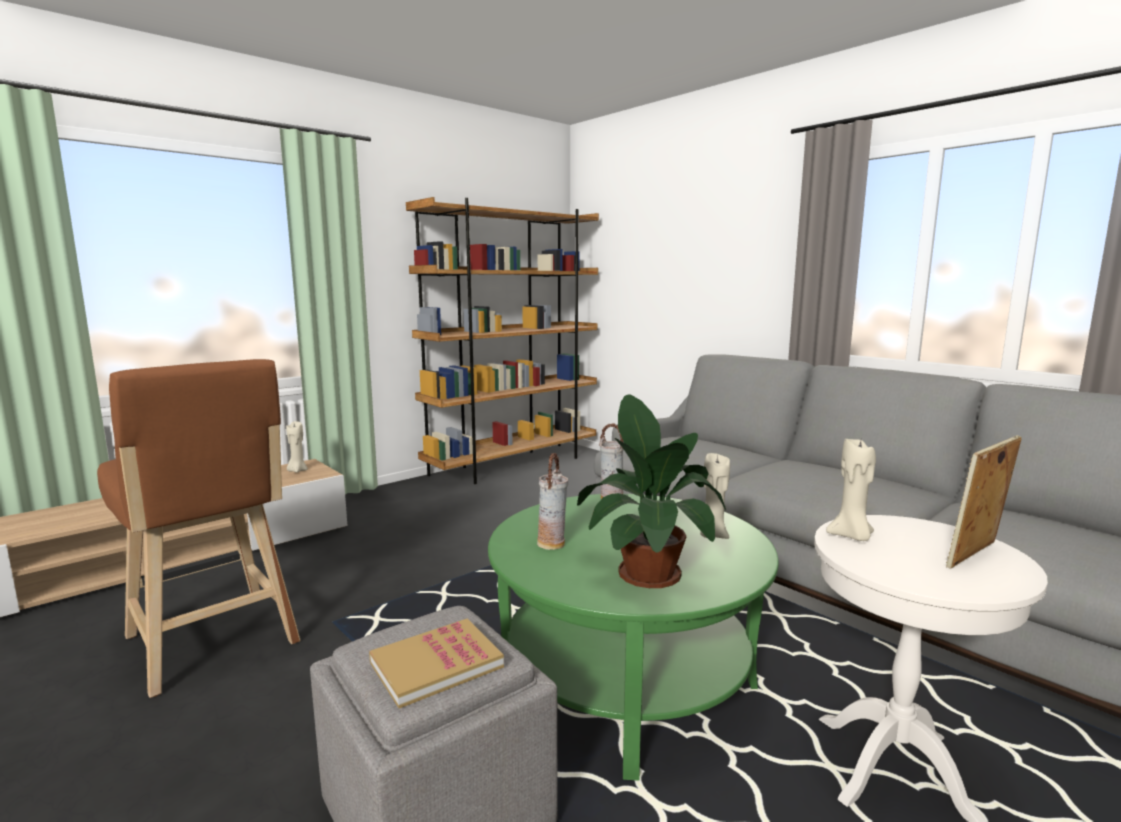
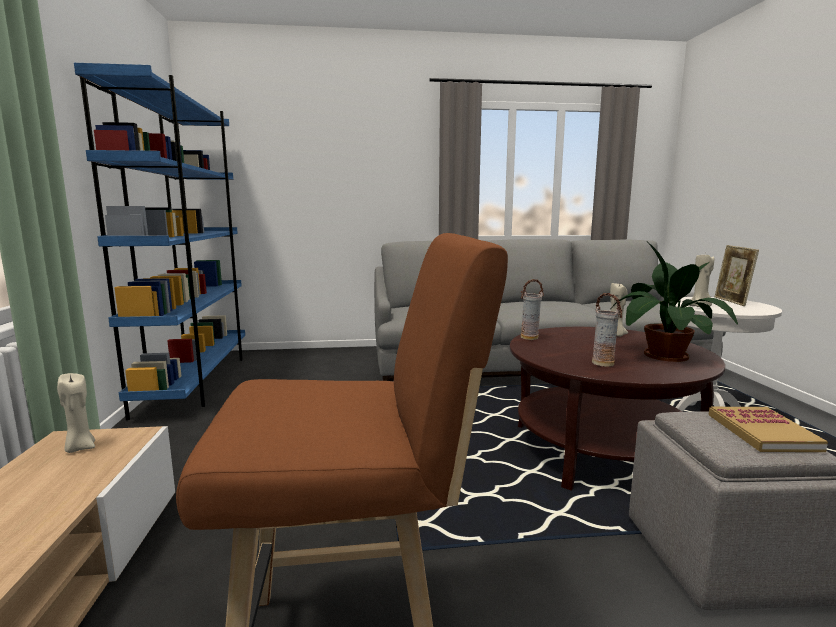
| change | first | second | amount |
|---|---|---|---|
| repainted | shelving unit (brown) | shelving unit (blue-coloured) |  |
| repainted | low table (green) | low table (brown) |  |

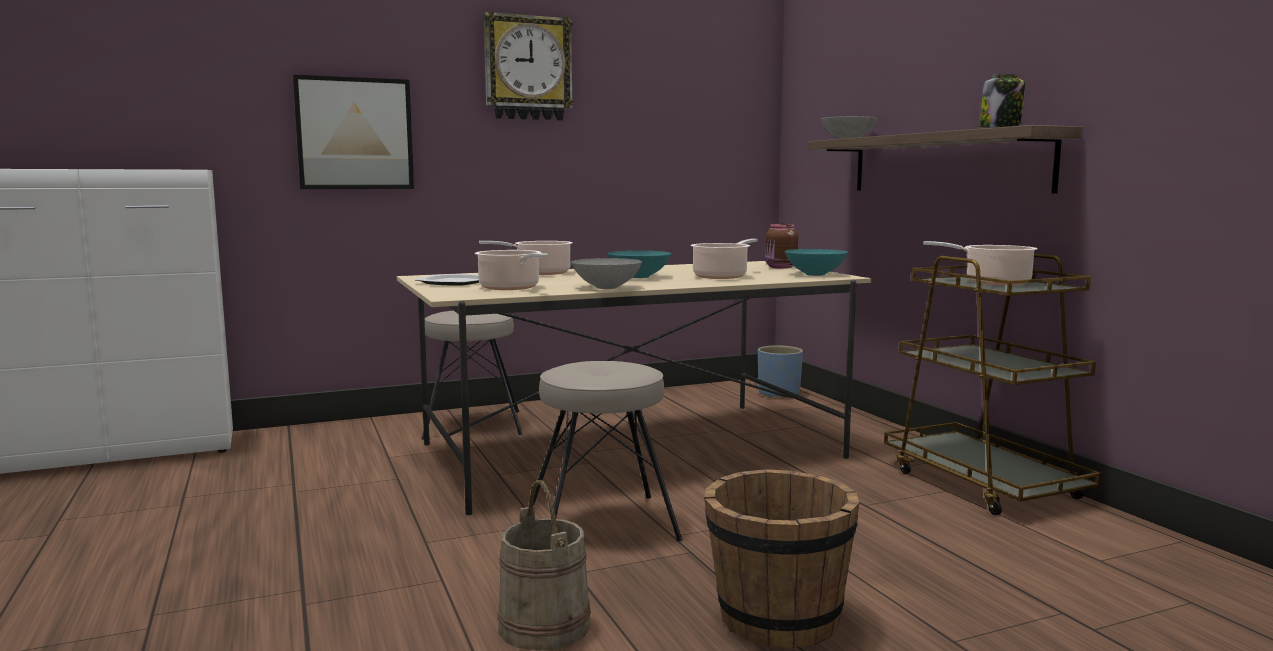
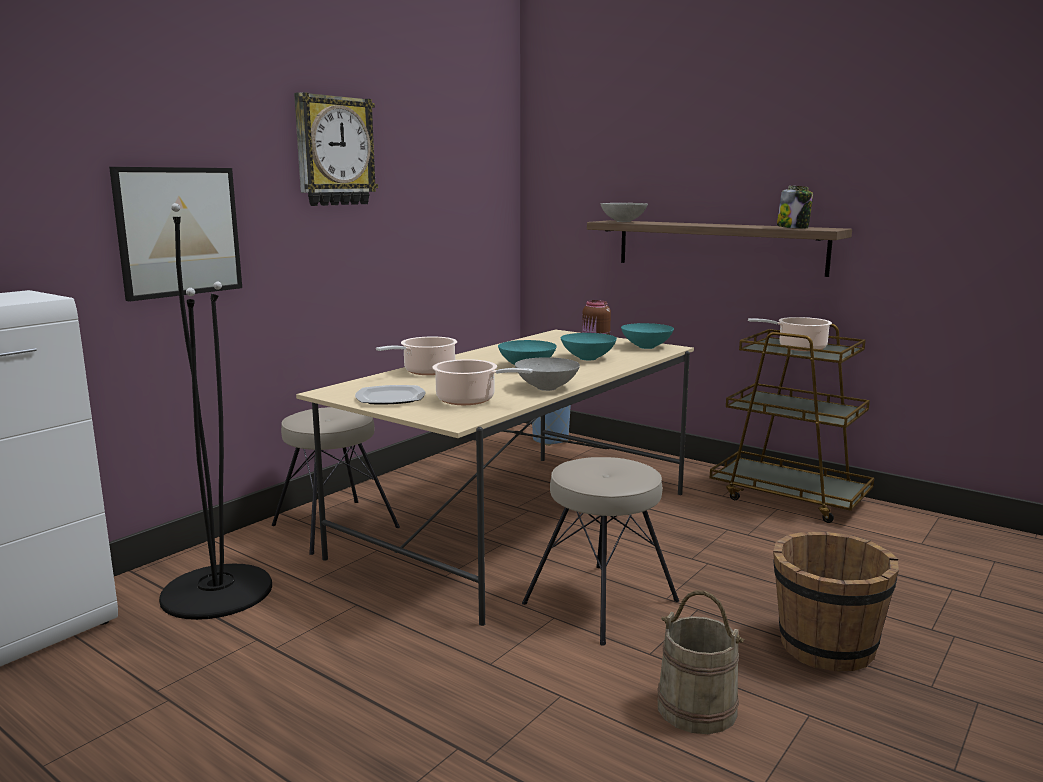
| change | first | second | amount |
|---|---|---|---|
| new |  | standing lamp (black-coloured) |  |
| swapped | saucepot (no. 3 from left) | bowl (turquoise-coloured) (no. 2 from left) |  |

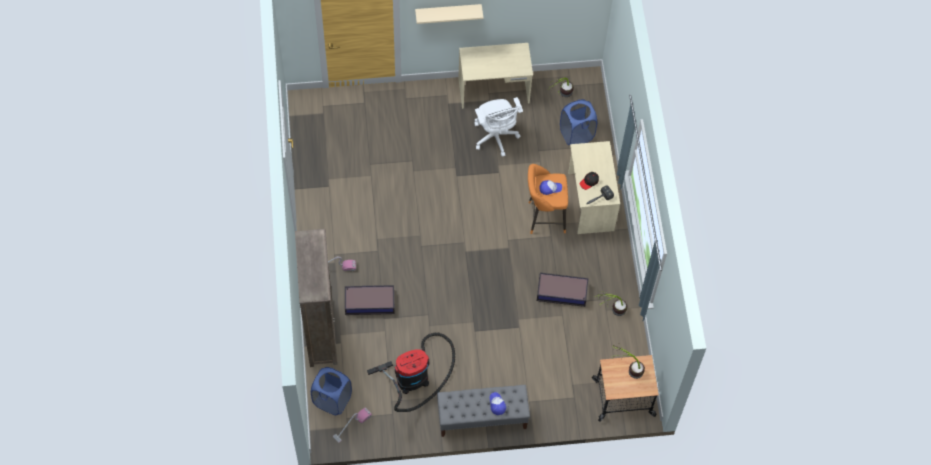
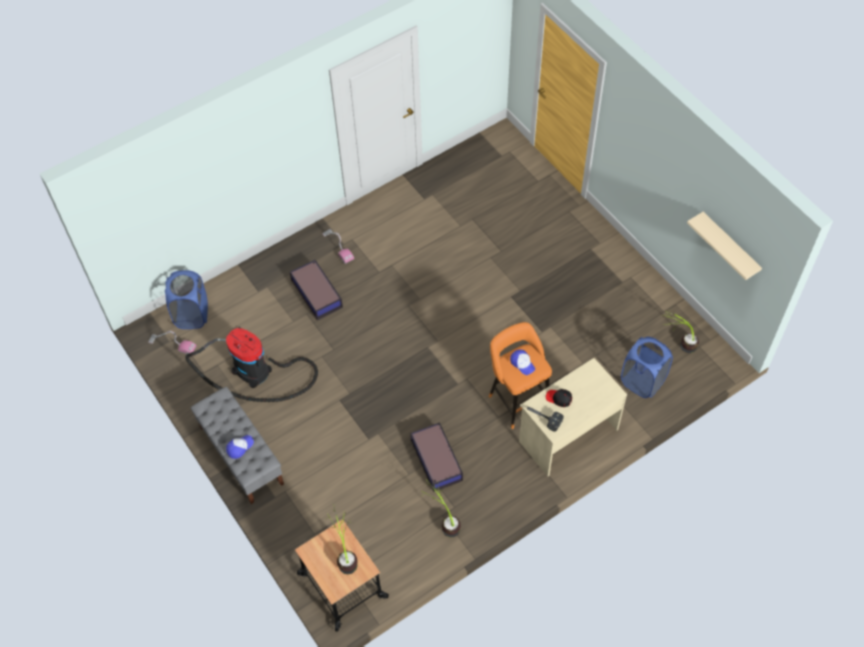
| change | first | second | amount |
|---|---|---|---|
| gone | shelving unit (brown) |  |  |
| gone | desk table (beige) (no. 1 from left) |  |  |
| gone | office chair (white) |  |  |
| shifted | bracket shelf (beige) |  |  |

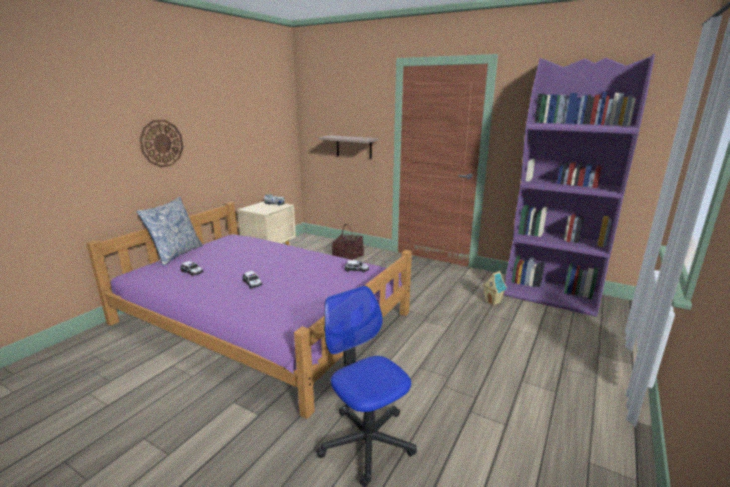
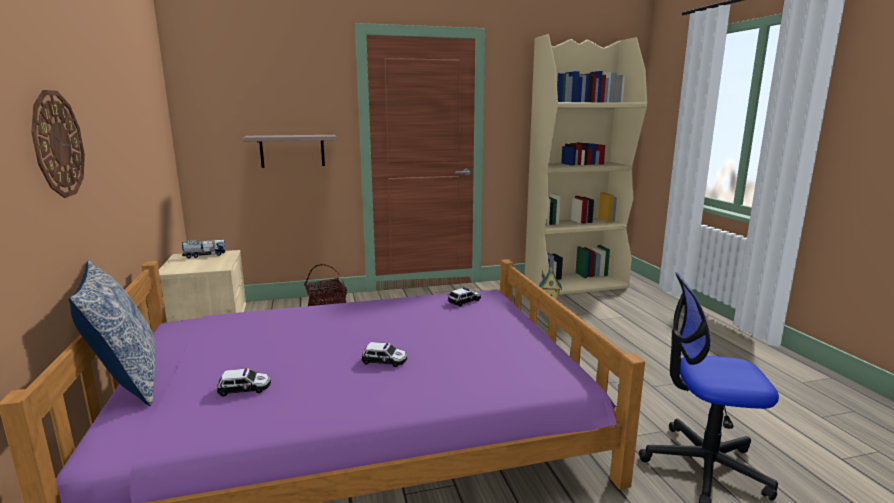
| change | first | second | amount |
|---|---|---|---|
| repainted | shelving unit (purplish) | shelving unit (beige) |  |

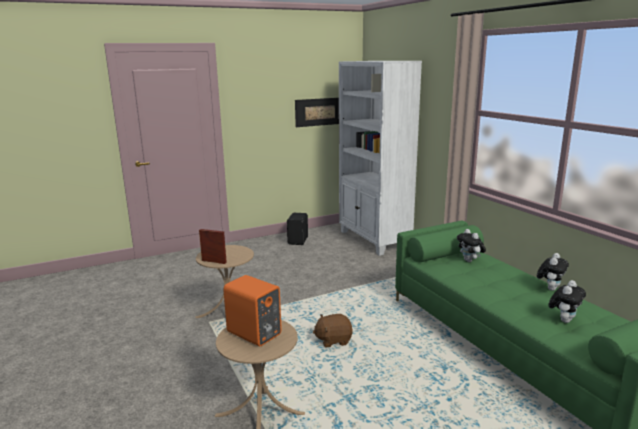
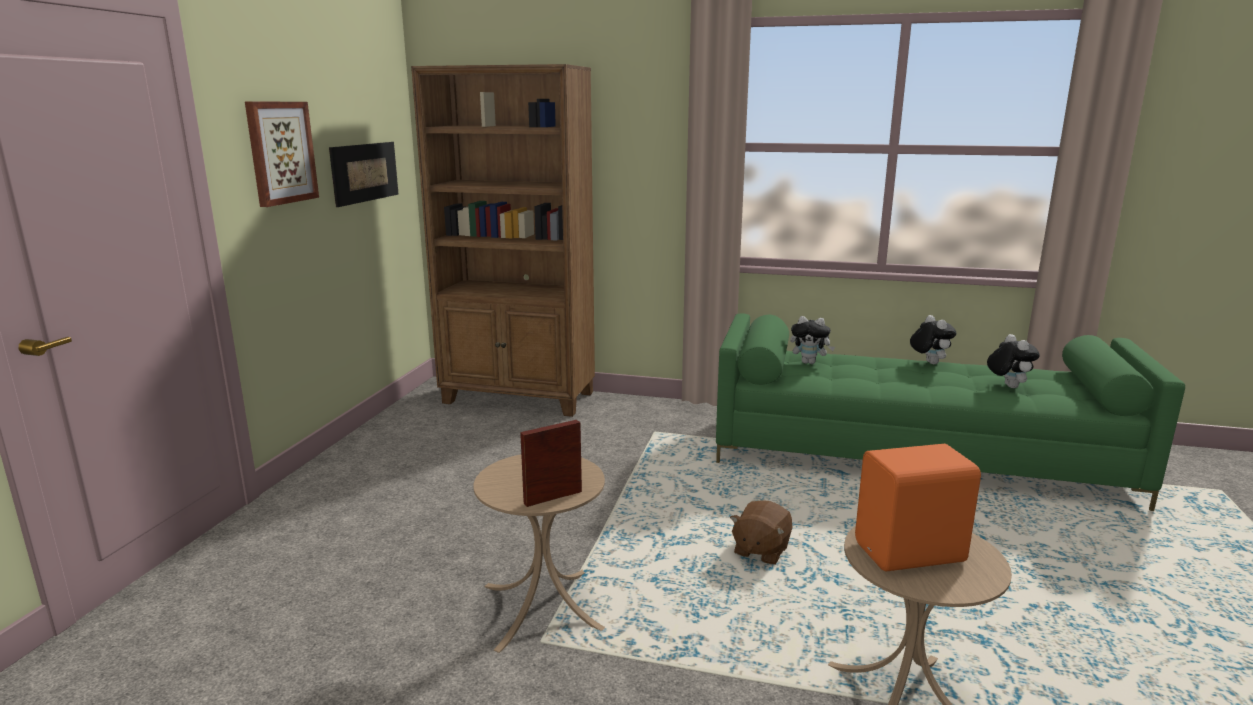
| change | first | second | amount |
|---|---|---|---|
| gone | loudspeaker (black-coloured) |  |  |
| new |  | wall picture (no. 1 from left) |  |
| repainted | shelving unit (white) | shelving unit (brown) |  |

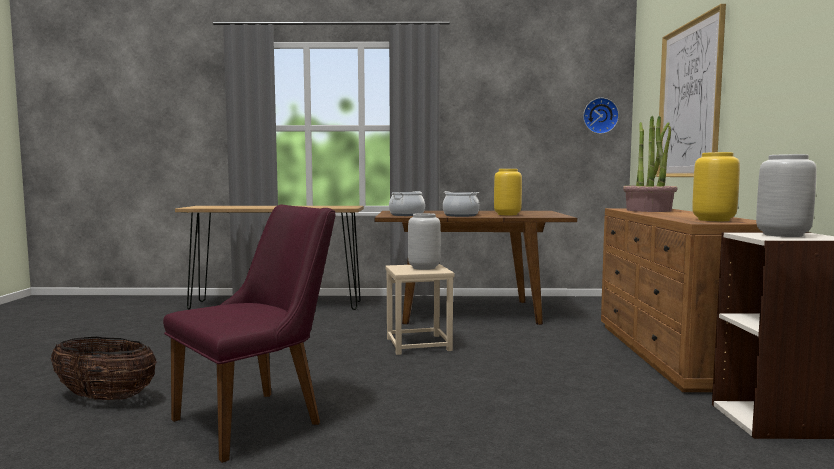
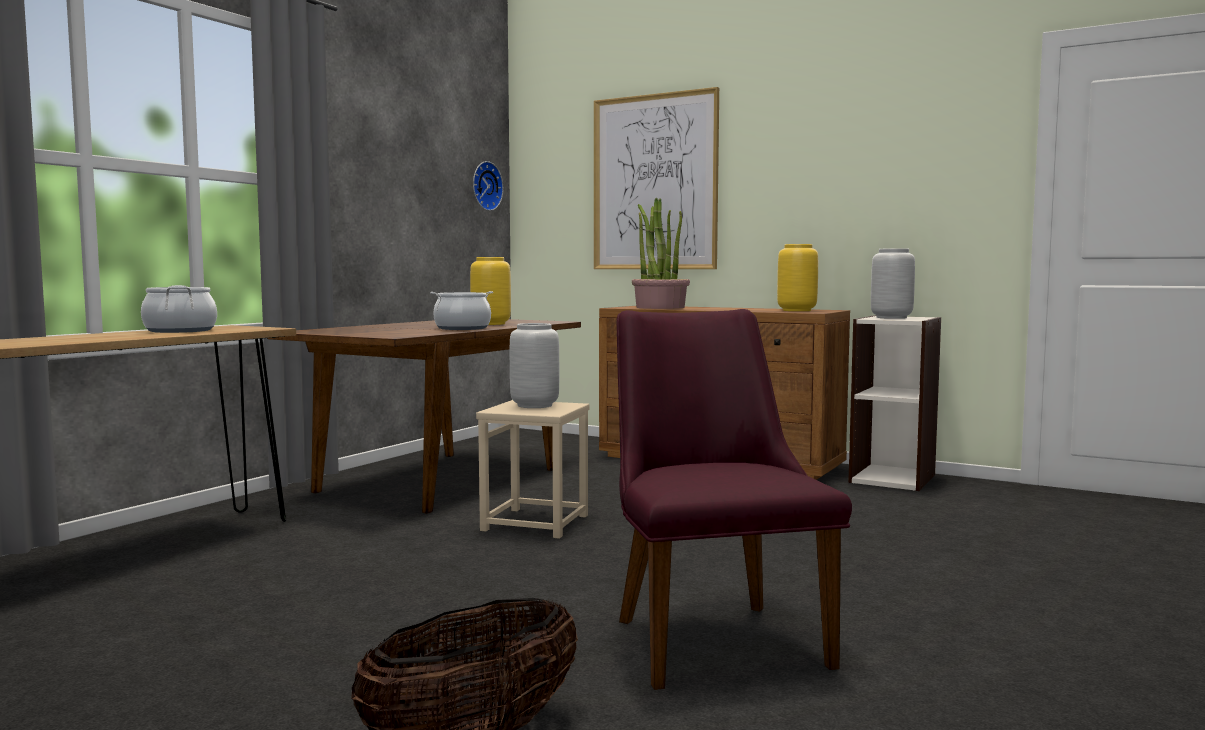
| change | first | second | amount |
|---|---|---|---|
| shifted | saucepot (no. 1 from left) |  |  |

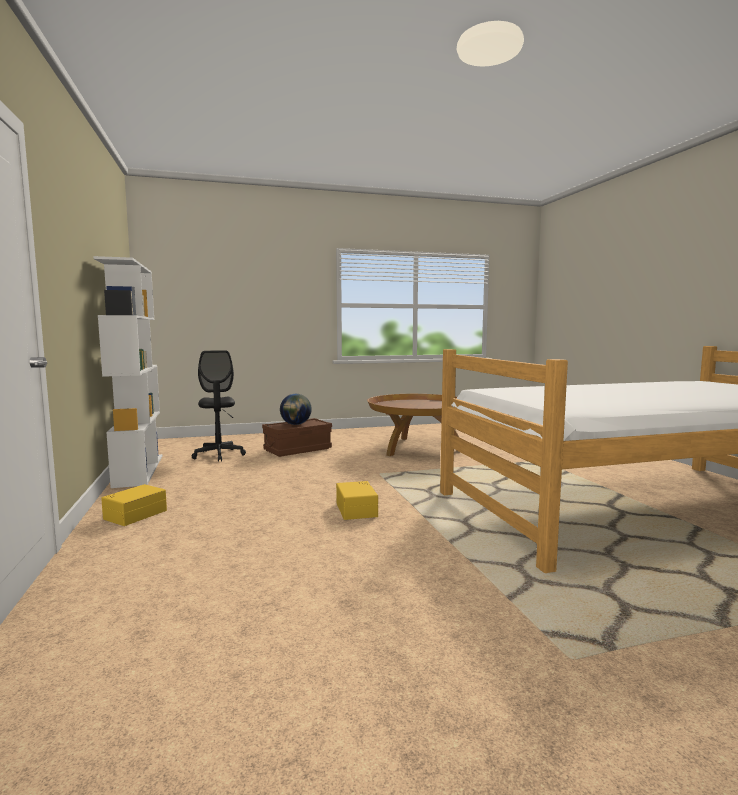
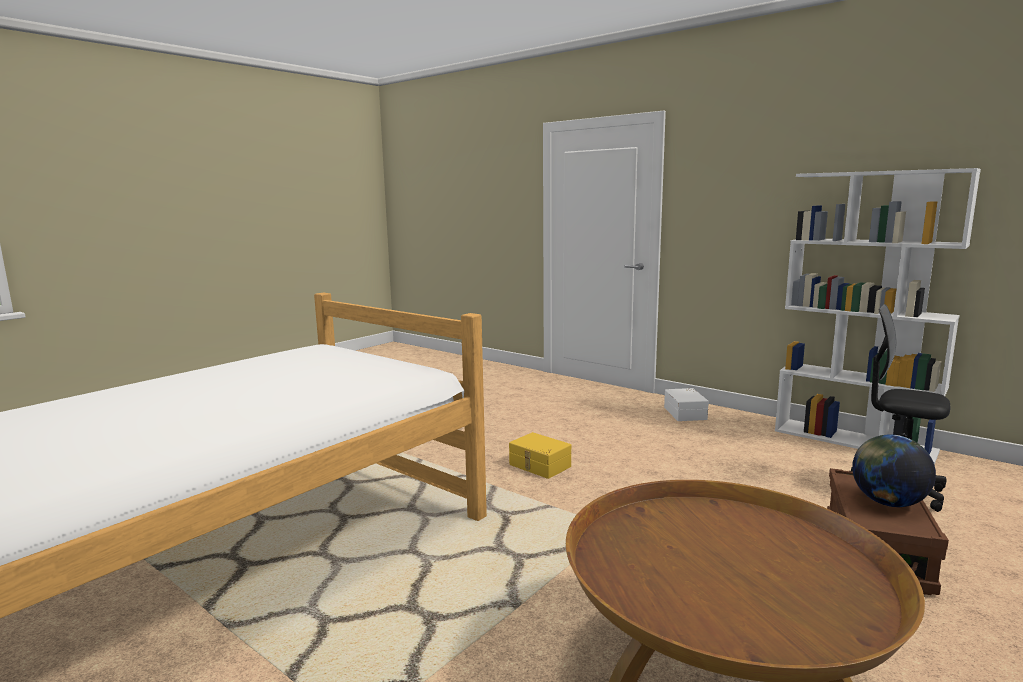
| change | first | second | amount |
|---|---|---|---|
| repainted | storage box (yellowish) (no. 1 from left) | storage box (white) |  |

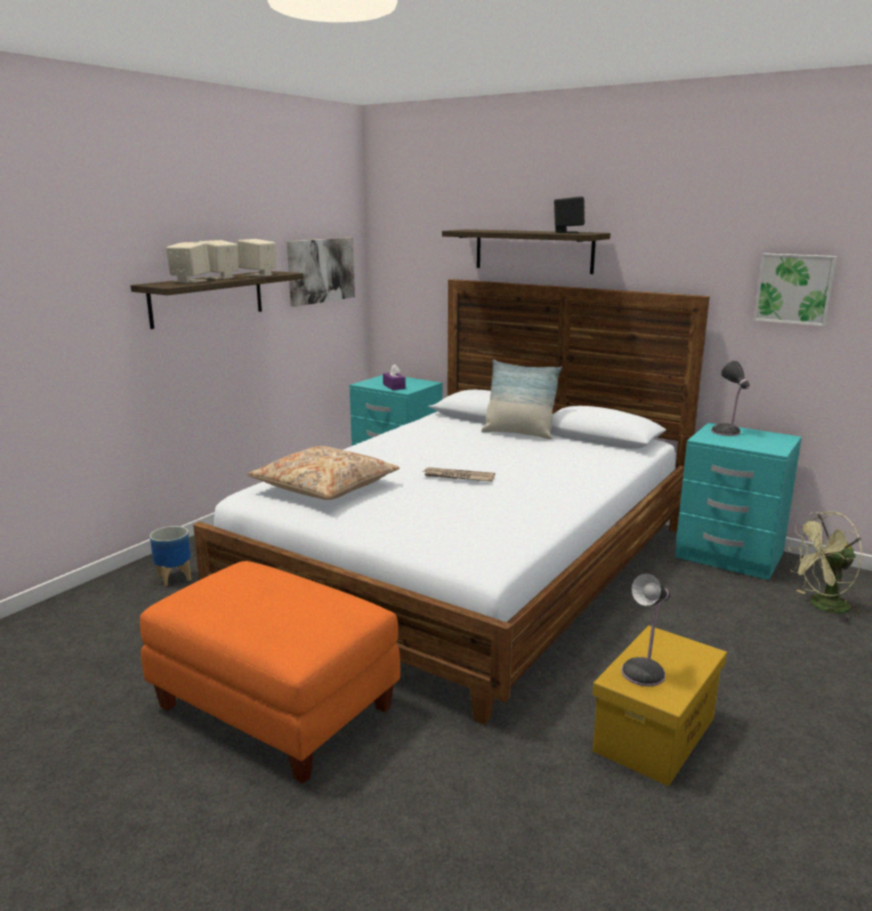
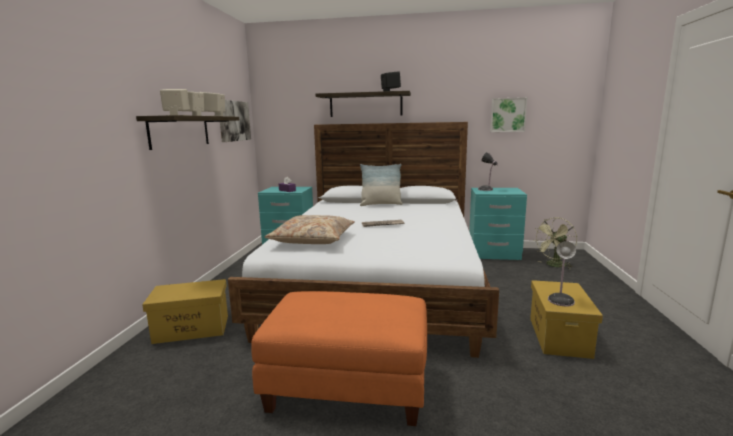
| change | first | second | amount |
|---|---|---|---|
| swapped | plant pot | storage box (yellowish) (no. 1 from left) |  |

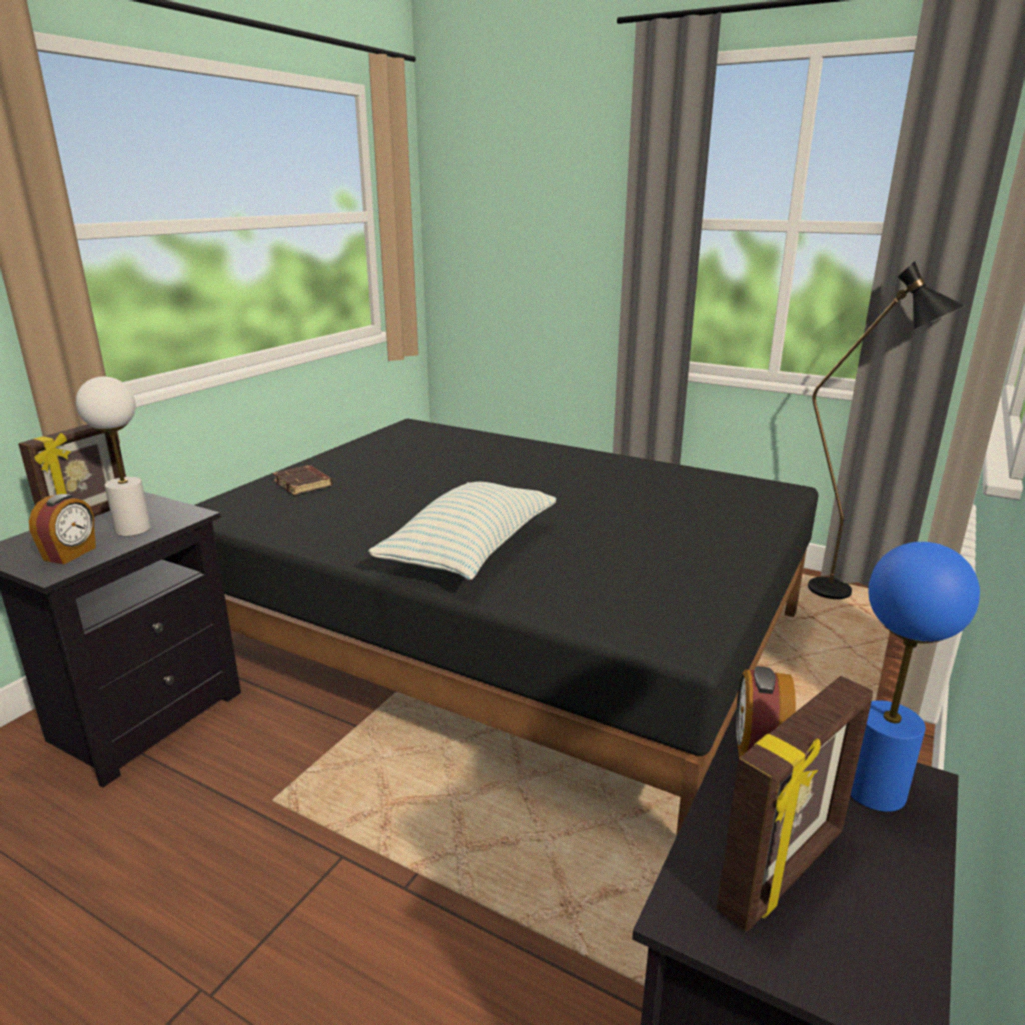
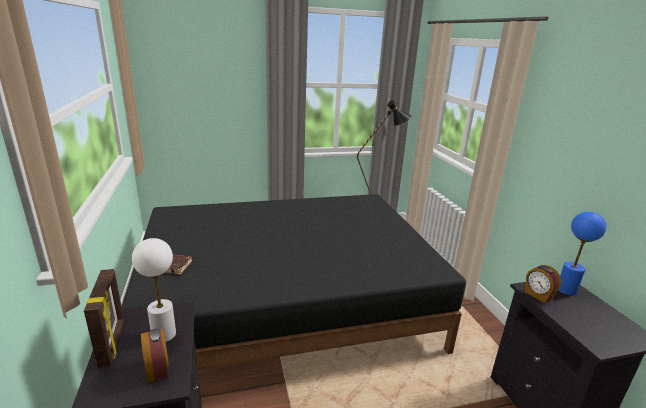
| change | first | second | amount |
|---|---|---|---|
| gone | pillow |  |  |
| gone | standing frame (no. 2 from left) |  |  |

